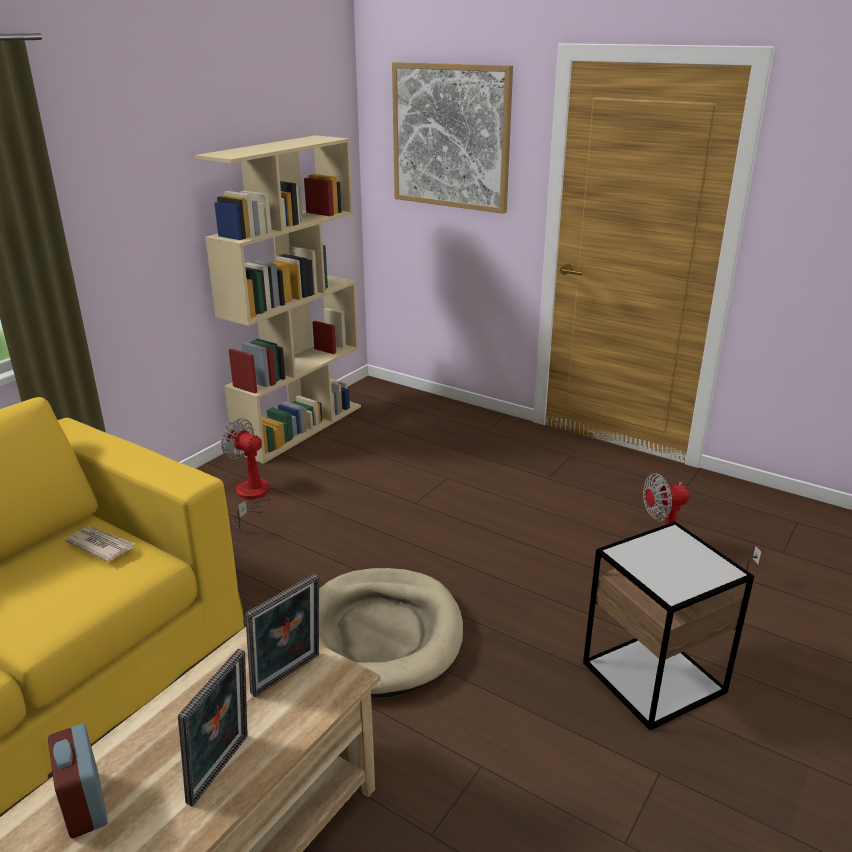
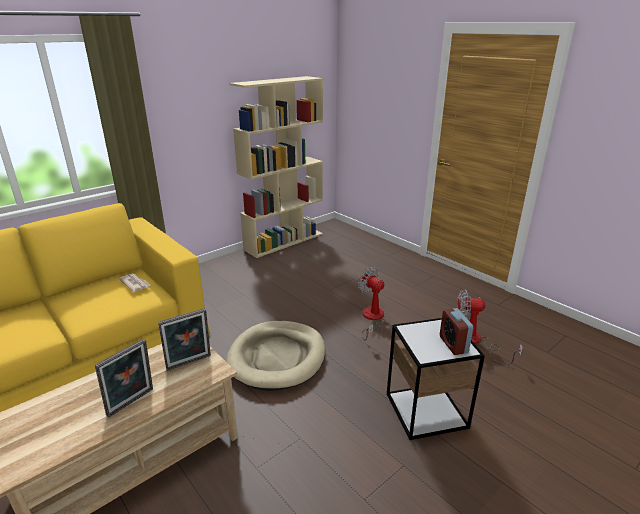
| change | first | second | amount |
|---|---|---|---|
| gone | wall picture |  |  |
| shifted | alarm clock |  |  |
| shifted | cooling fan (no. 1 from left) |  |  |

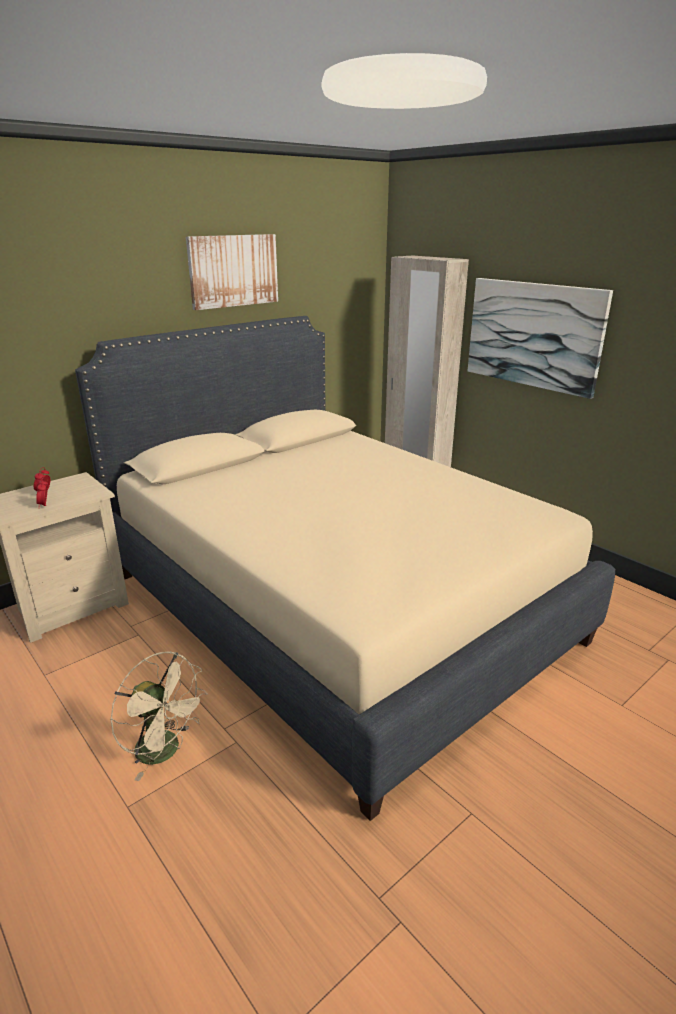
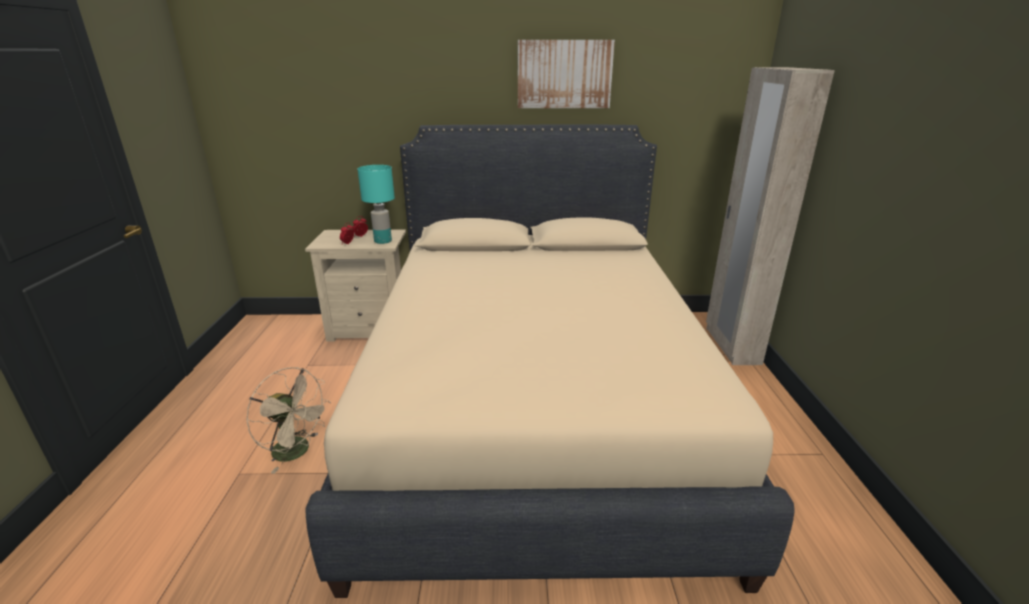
| change | first | second | amount |
|---|---|---|---|
| gone | wall picture (no. 2 from left) |  |  |
| new |  | tabletop lamp (turquoise-coloured) |  |
| rotated | cooling fan (beige) |  | 45 degrees counterclockwise |

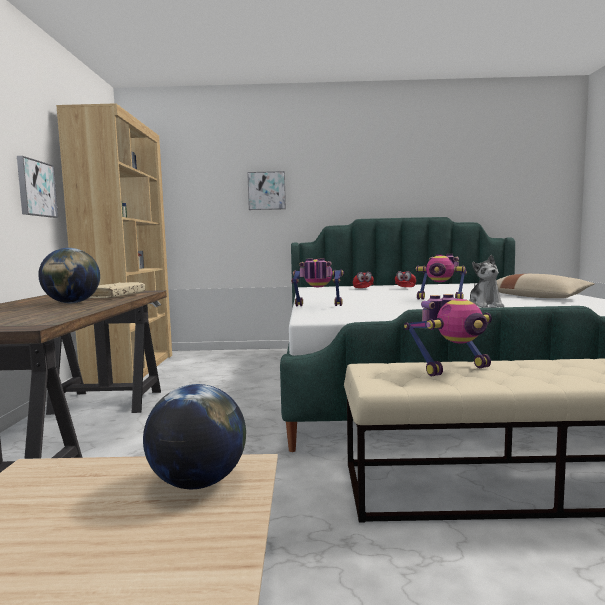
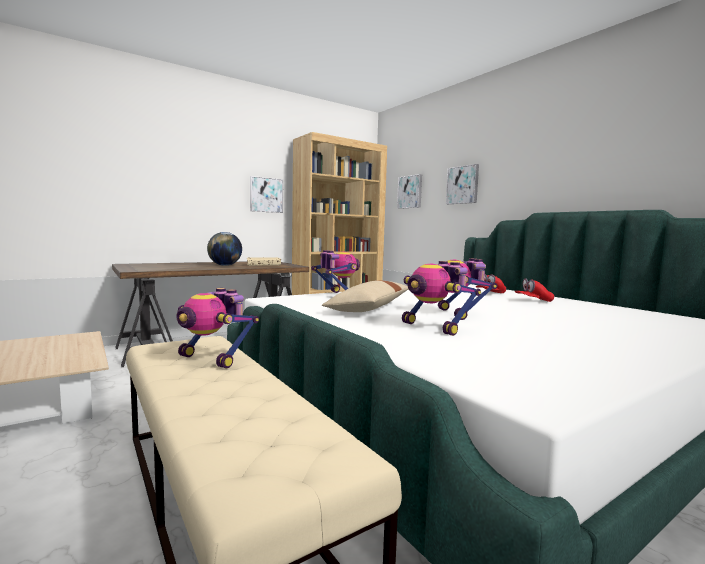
| change | first | second | amount |
|---|---|---|---|
| gone | world globe (no. 2 from left) |  |  |
| new |  | wall picture (no. 2 from left) |  |
| shifted | pillow (beige) |  |  |
| swapped | plush toy | robot figure (no. 3 from left) |  |

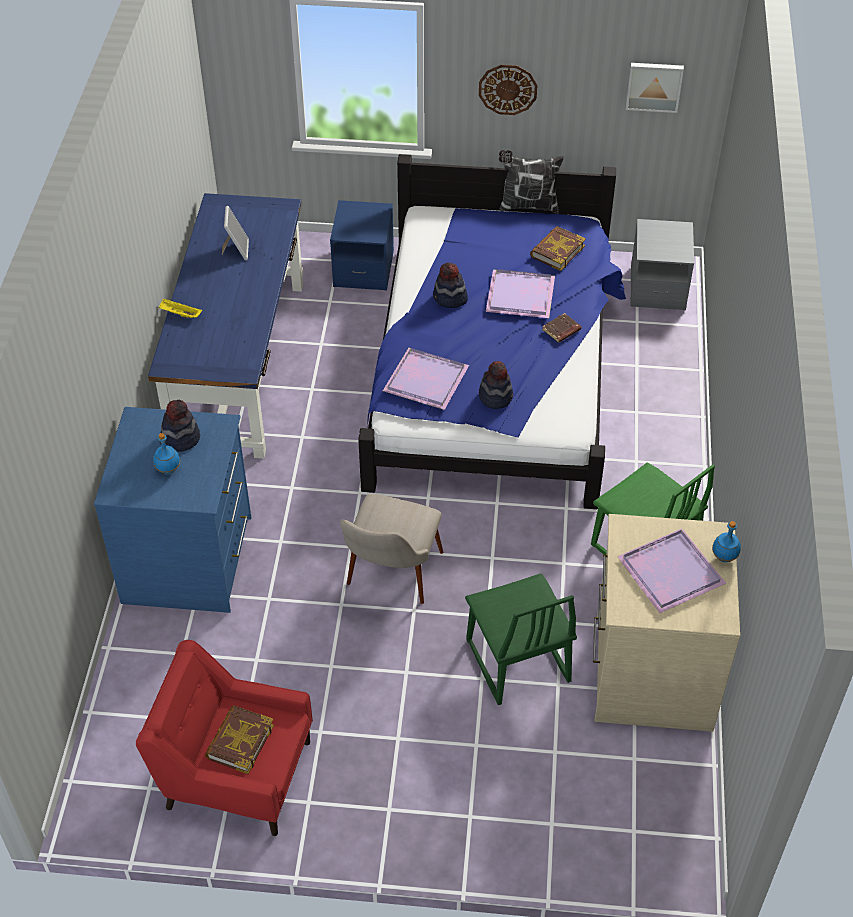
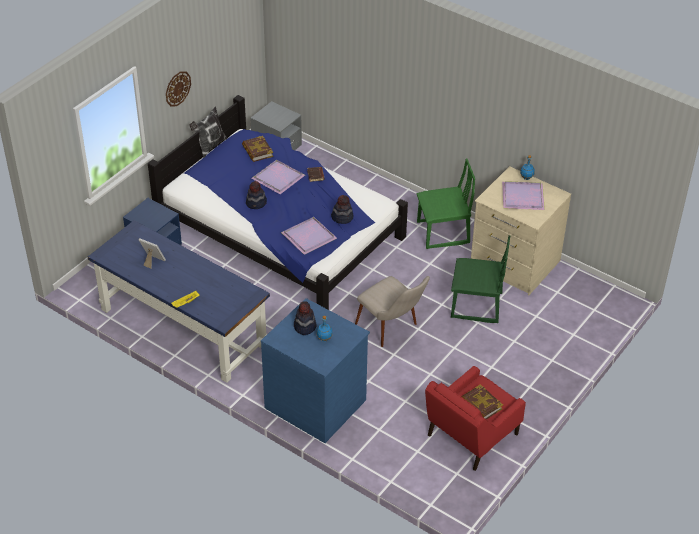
| change | first | second | amount |
|---|---|---|---|
| gone | wall picture |  |  |

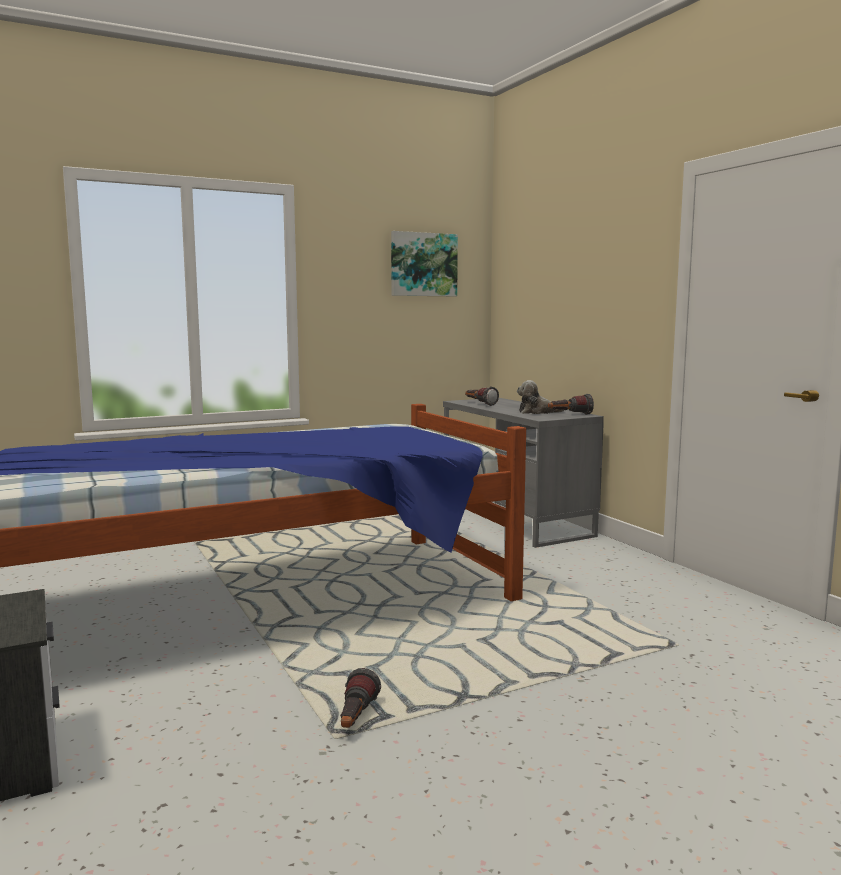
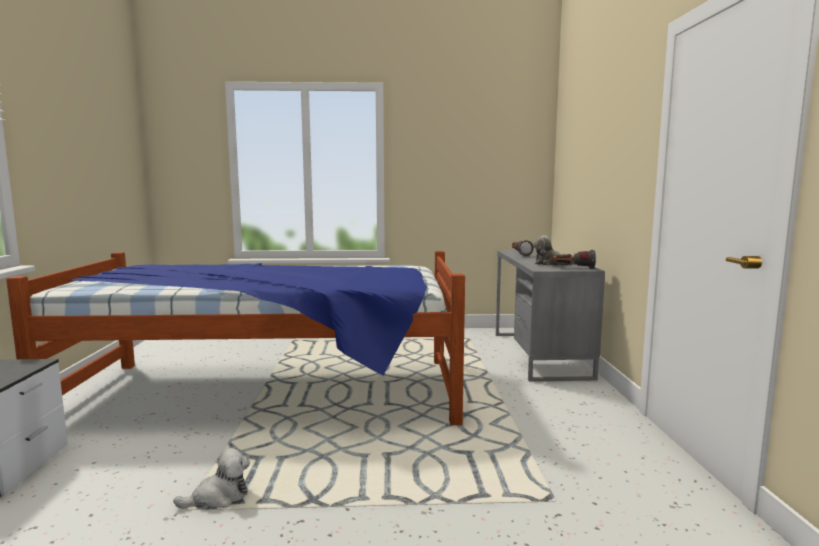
| change | first | second | amount |
|---|---|---|---|
| gone | wall picture |  |  |
| swapped | torch (no. 1 from left) | plush toy (no. 1 from left) |  |

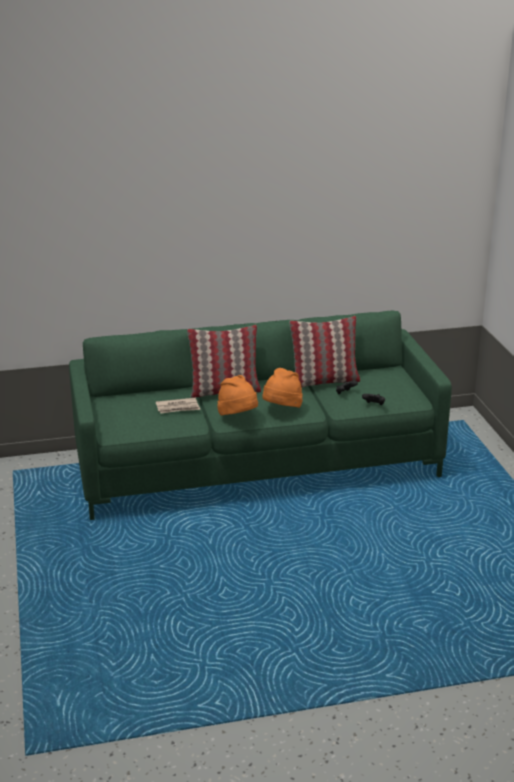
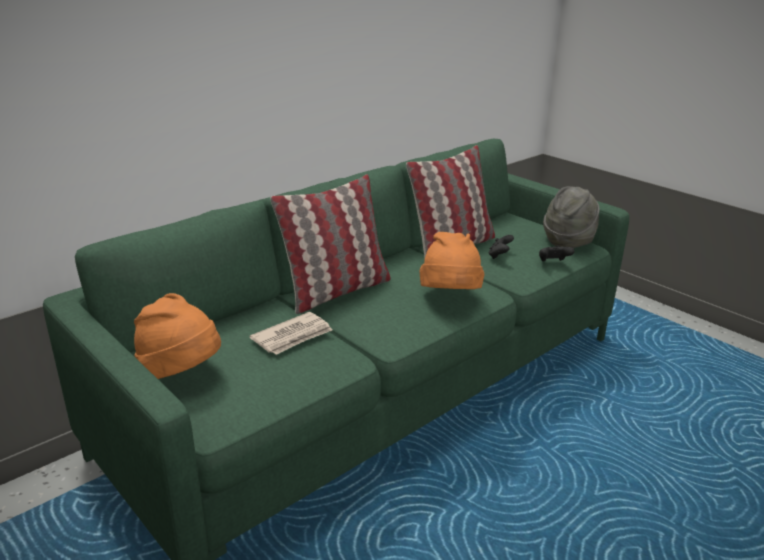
| change | first | second | amount |
|---|---|---|---|
| new |  | hat (gray) |  |
| shifted | hat (orangey) (no. 1 from left) |  |  |

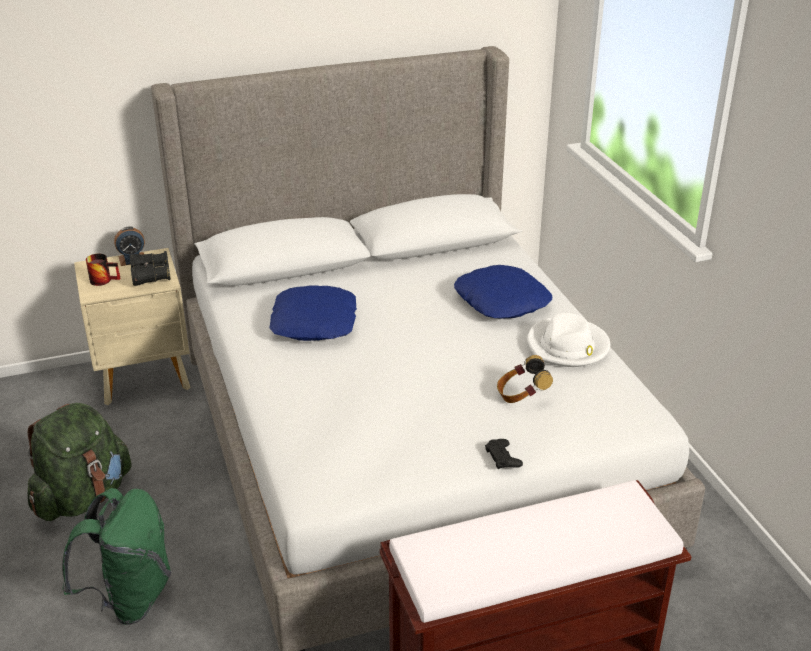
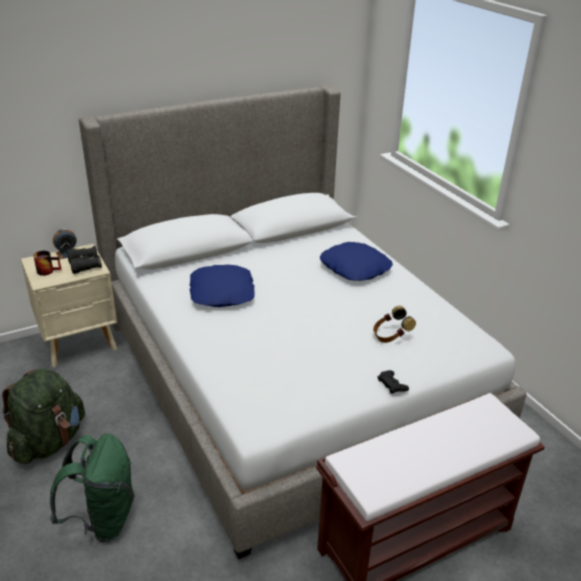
| change | first | second | amount |
|---|---|---|---|
| gone | hat (white) |  |  |

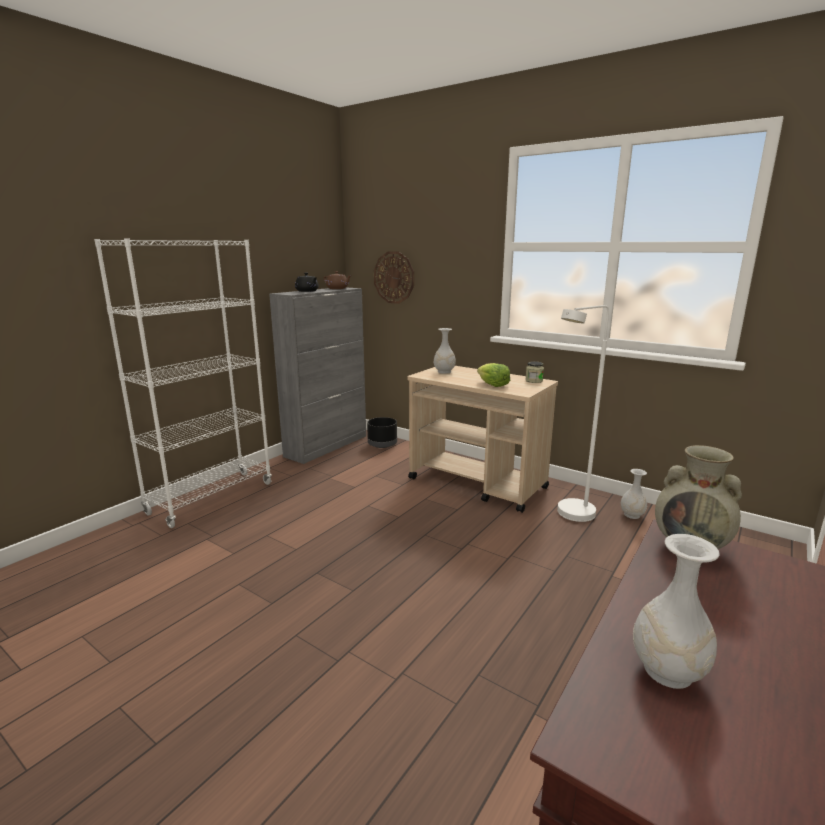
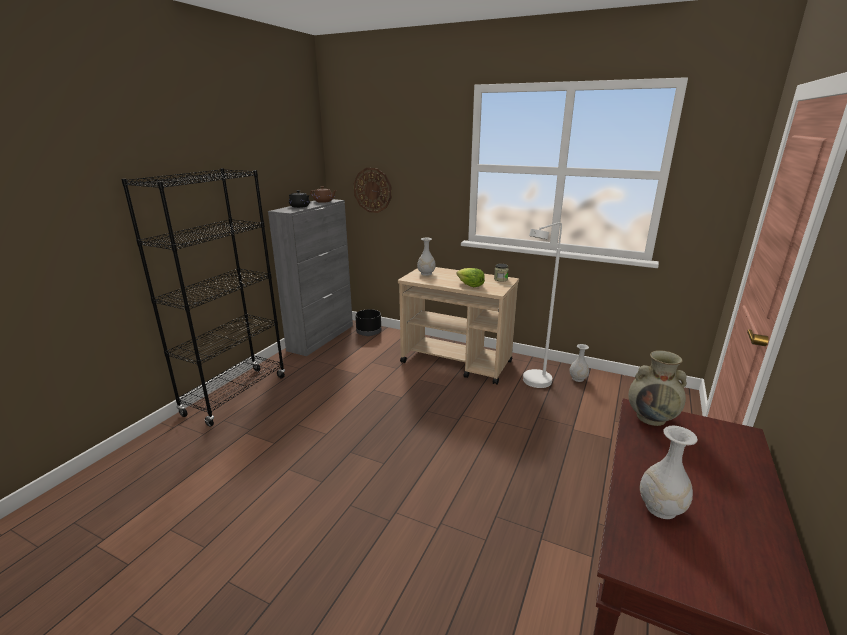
| change | first | second | amount |
|---|---|---|---|
| repainted | shelving unit (white) | shelving unit (black-coloured) |  |

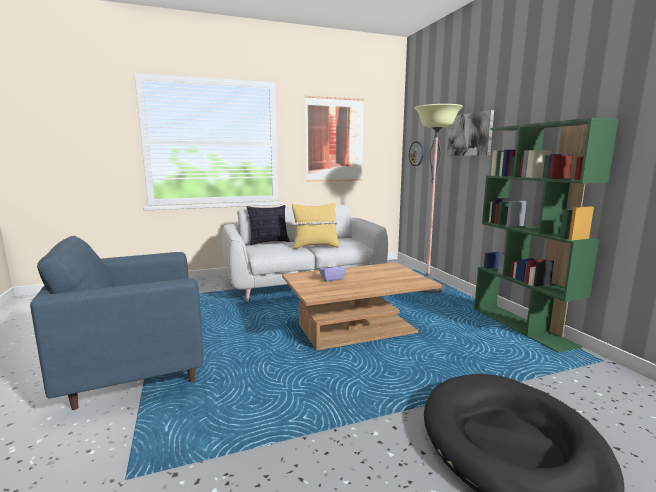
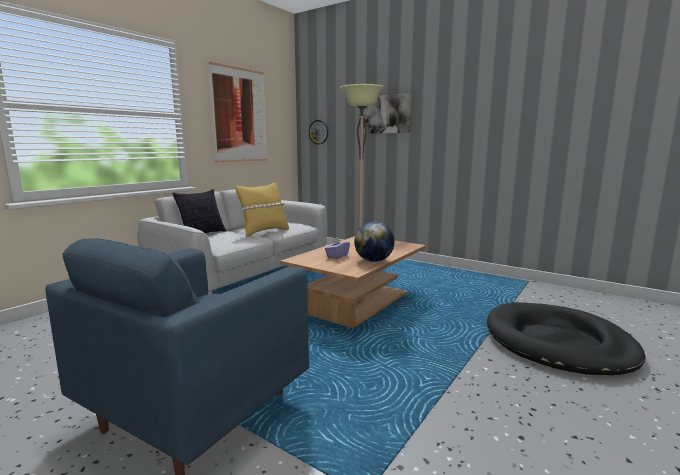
| change | first | second | amount |
|---|---|---|---|
| gone | shelving unit (green) |  |  |
| new |  | world globe |  |

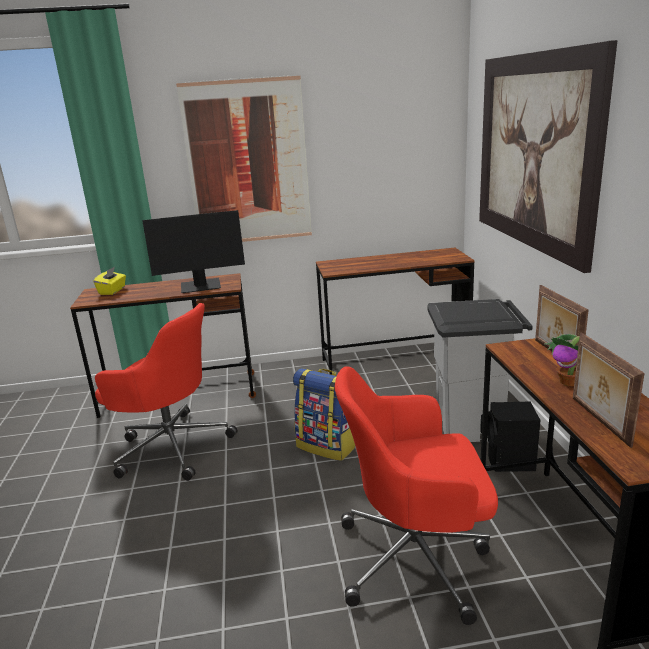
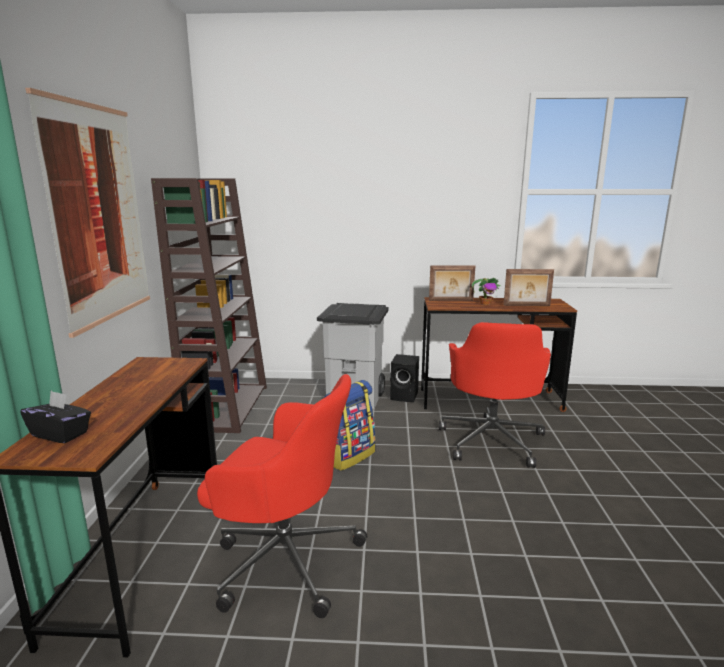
| change | first | second | amount |
|---|---|---|---|
| gone | computer display |  |  |
| gone | wall picture (no. 2 from left) |  |  |
| swapped | desk table (brown) (no. 2 from left) | shelving unit (brown) |  |
| repainted | tissue holder (yellowish) | tissue holder (black-coloured) |  |
| rotated | office chair (reddish) (no. 1 from left) |  | 75 degrees clockwise |

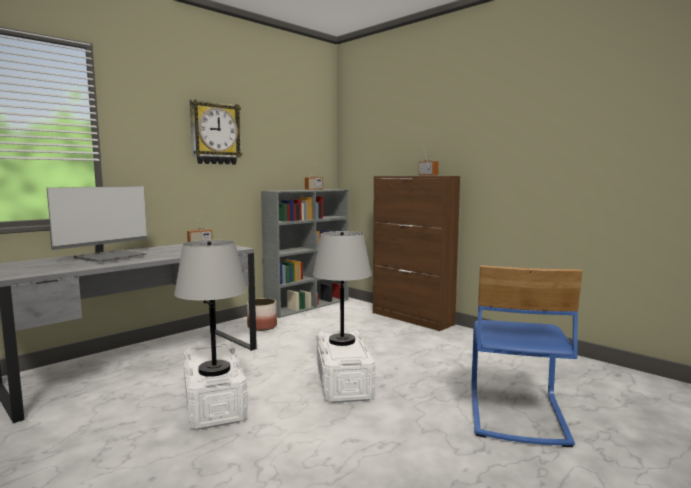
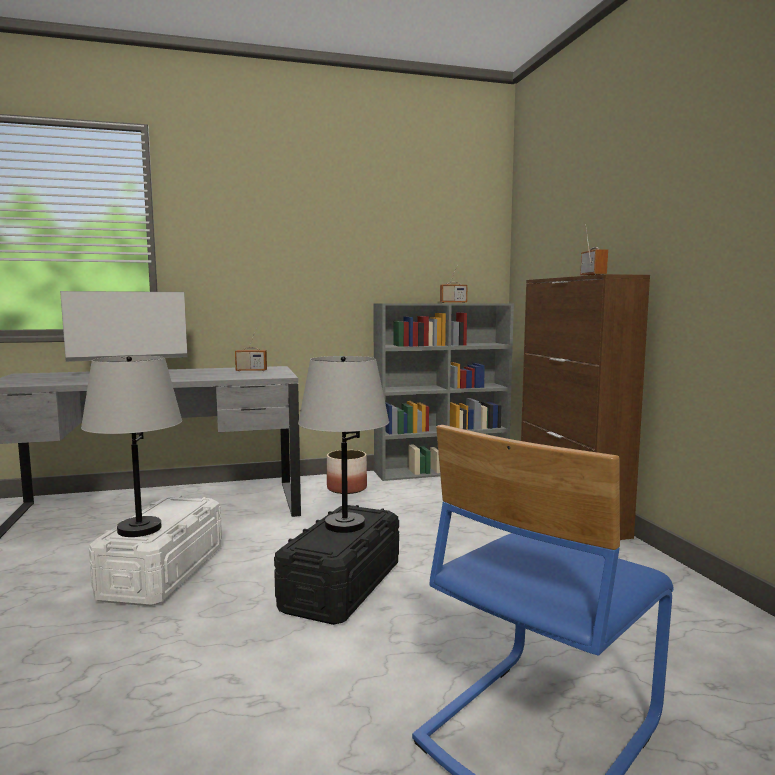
| change | first | second | amount |
|---|---|---|---|
| gone | wall clock |  |  |
| repainted | storage box (white) (no. 2 from left) | storage box (black-coloured) |  |

